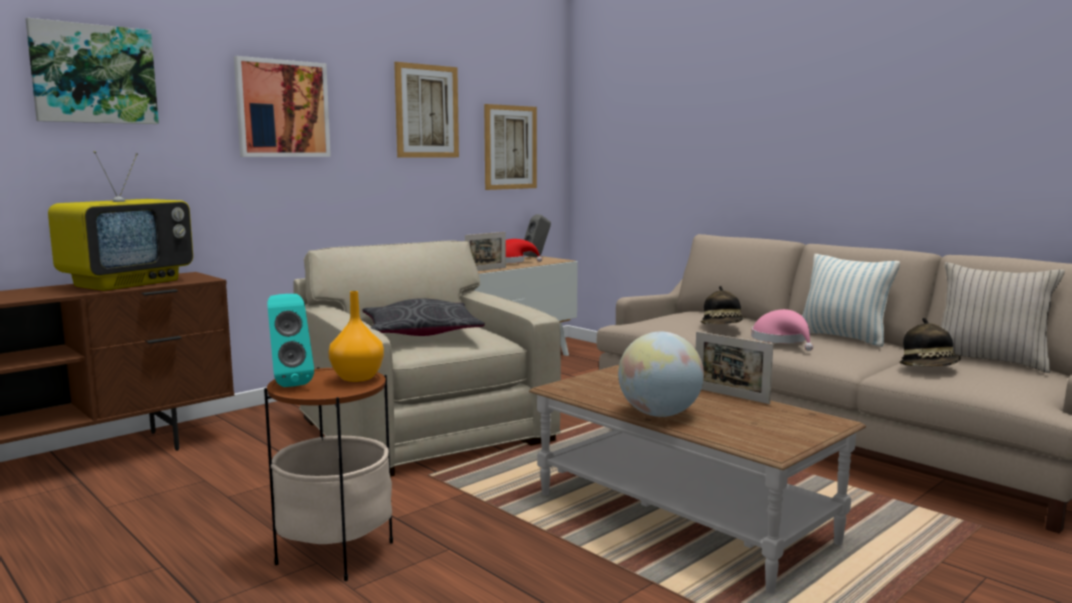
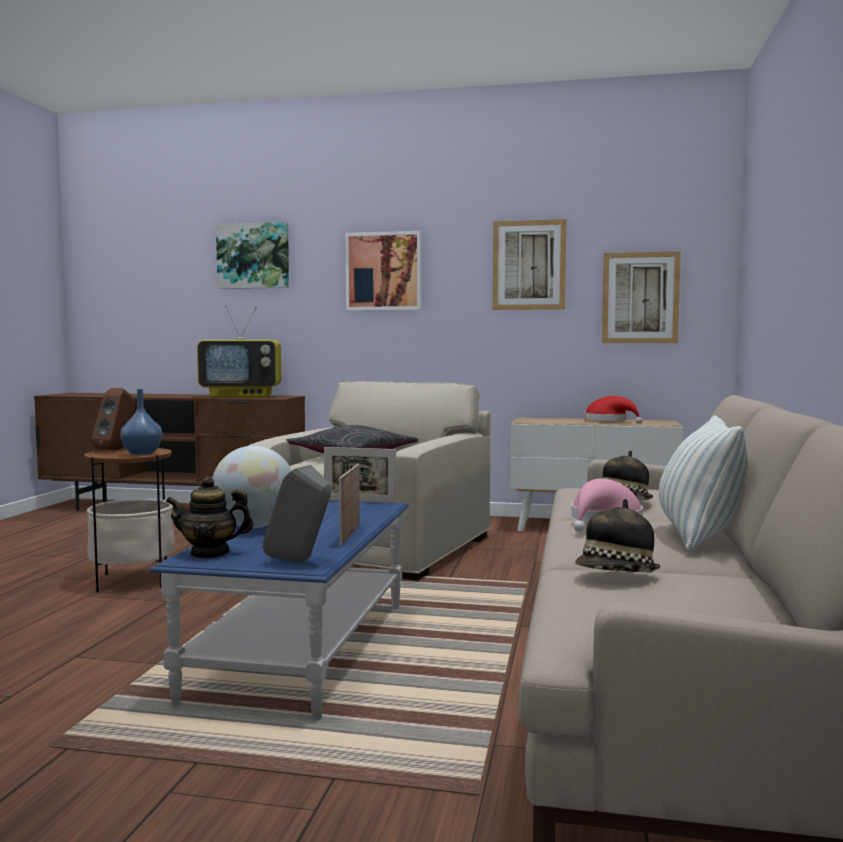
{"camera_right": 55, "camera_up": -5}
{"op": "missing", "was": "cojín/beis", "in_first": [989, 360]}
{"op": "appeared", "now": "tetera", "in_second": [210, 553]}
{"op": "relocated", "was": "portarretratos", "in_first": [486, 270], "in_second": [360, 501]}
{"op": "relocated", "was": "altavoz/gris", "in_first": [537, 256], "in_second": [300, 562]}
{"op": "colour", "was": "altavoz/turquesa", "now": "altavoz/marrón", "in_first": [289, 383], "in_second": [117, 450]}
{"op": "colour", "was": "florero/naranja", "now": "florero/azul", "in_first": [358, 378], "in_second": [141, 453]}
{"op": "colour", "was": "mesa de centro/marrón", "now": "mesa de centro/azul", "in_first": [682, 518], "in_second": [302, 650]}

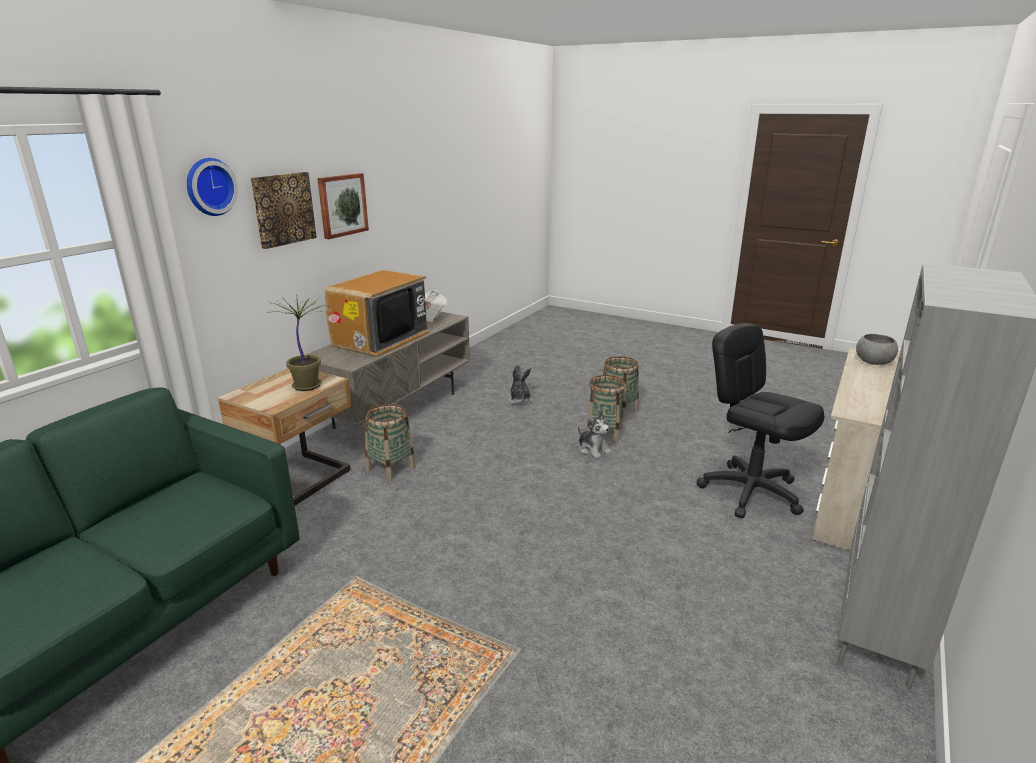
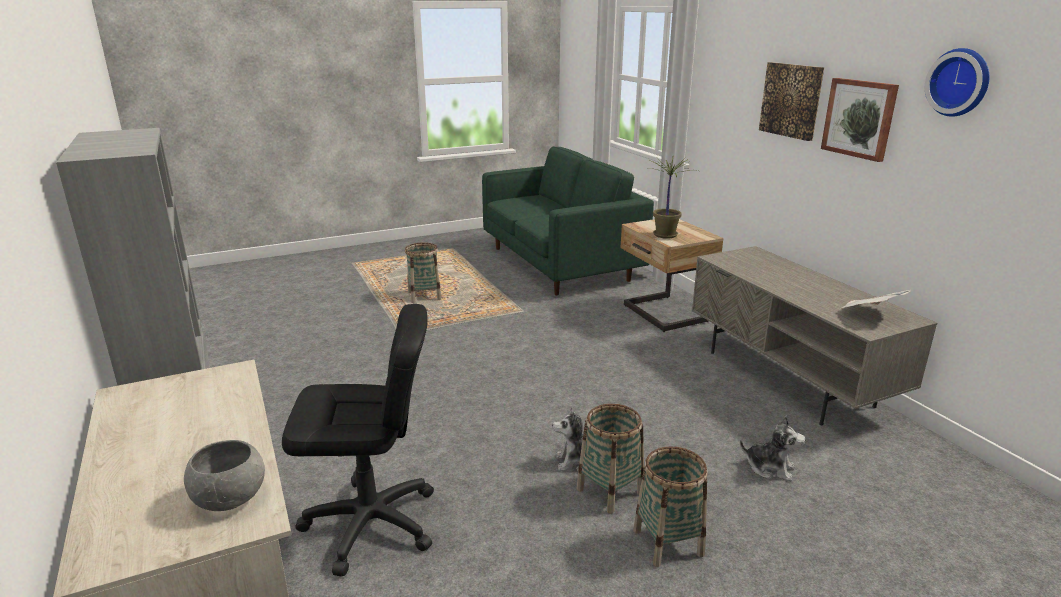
{"camera_right": 125, "camera_up": 0}
{"op": "missing", "was": "televisor", "in_first": [381, 339]}
{"op": "relocated", "was": "reloj de pared", "in_first": [209, 187], "in_second": [960, 82]}
{"op": "relocated", "was": "cesta", "in_first": [390, 468], "in_second": [424, 296]}

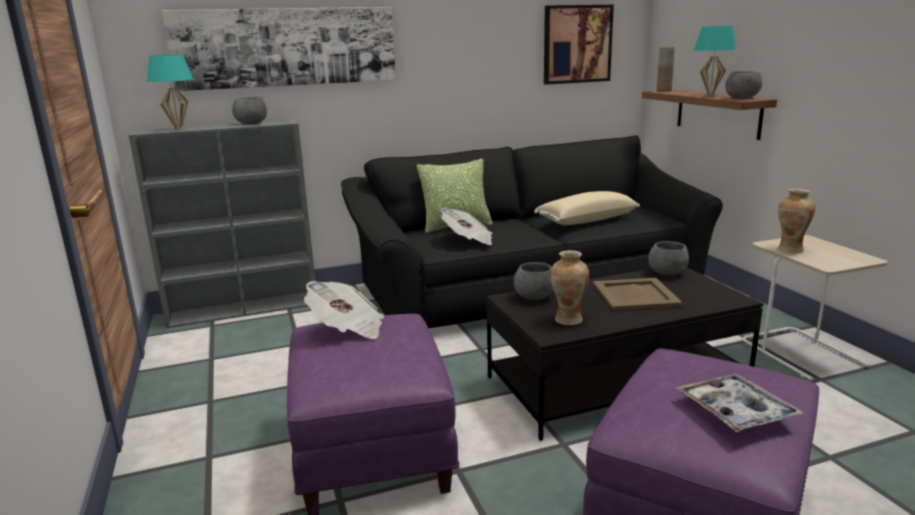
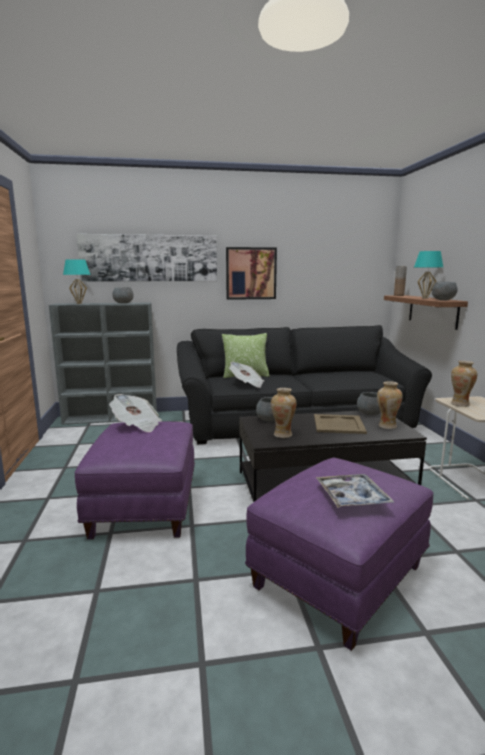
{"camera_right": 10, "camera_up": -5}
{"op": "missing", "was": "cojín/beis", "in_first": [585, 220]}
{"op": "appeared", "now": "florero", "in_second": [386, 426]}
{"op": "relocated", "was": "cuadro", "in_first": [577, 44], "in_second": [251, 273]}

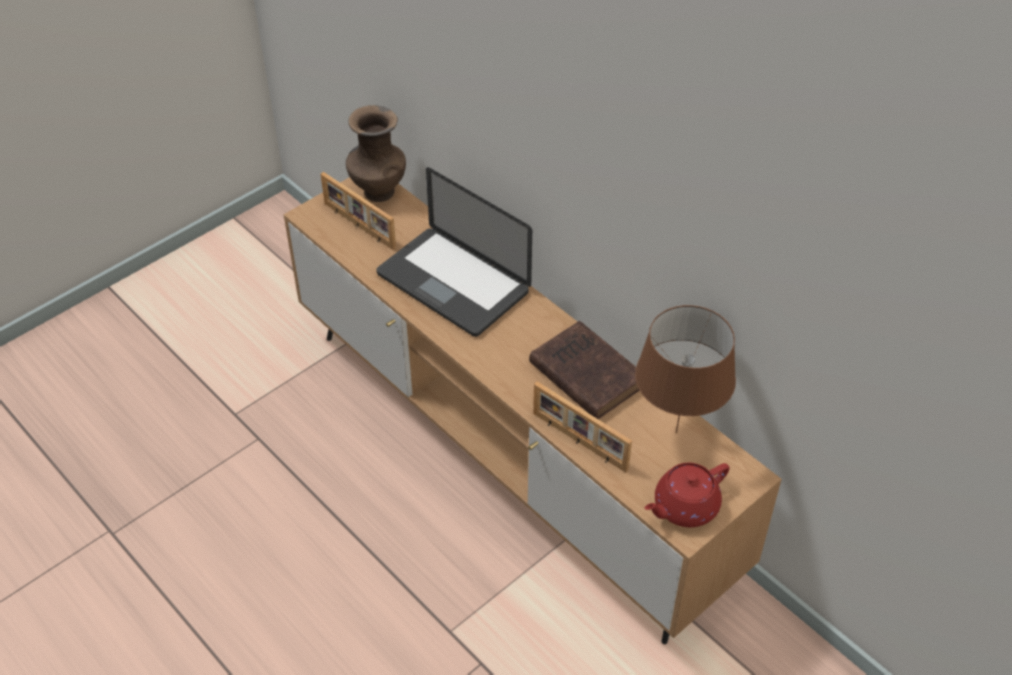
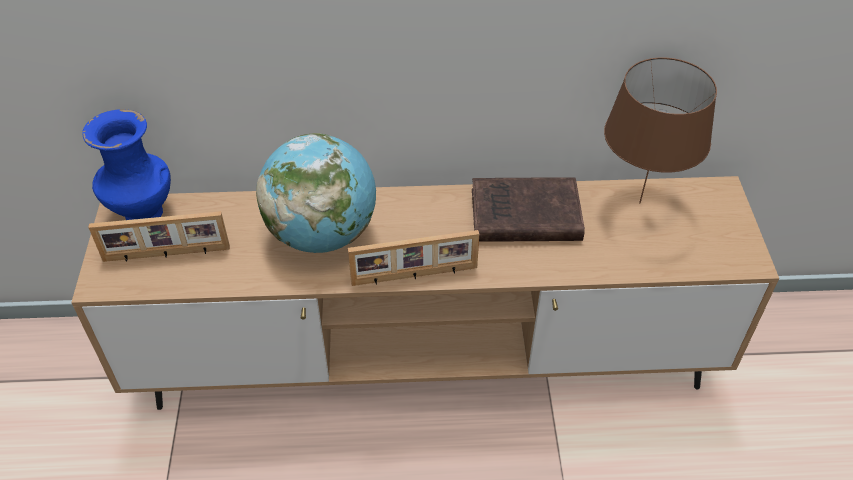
{"camera_right": -50, "camera_up": 0}
{"op": "missing", "was": "tetera/rojo", "in_first": [684, 507]}
{"op": "relocated", "was": "portarretratos", "in_first": [578, 442], "in_second": [414, 276]}
{"op": "exchanged", "was": "portátil", "now": "globo terráqueo", "in_first": [453, 283], "in_second": [322, 234]}
{"op": "colour", "was": "florero/marrón", "now": "florero/azul", "in_first": [378, 191], "in_second": [142, 214]}

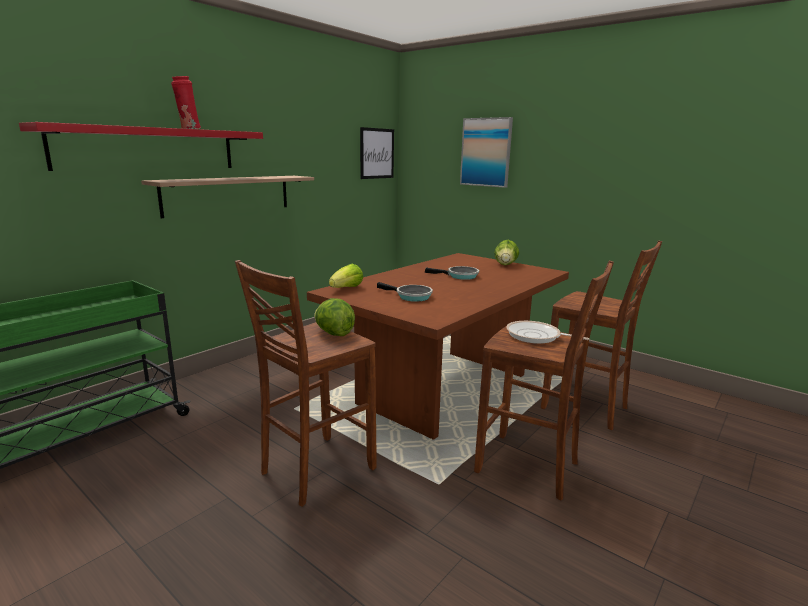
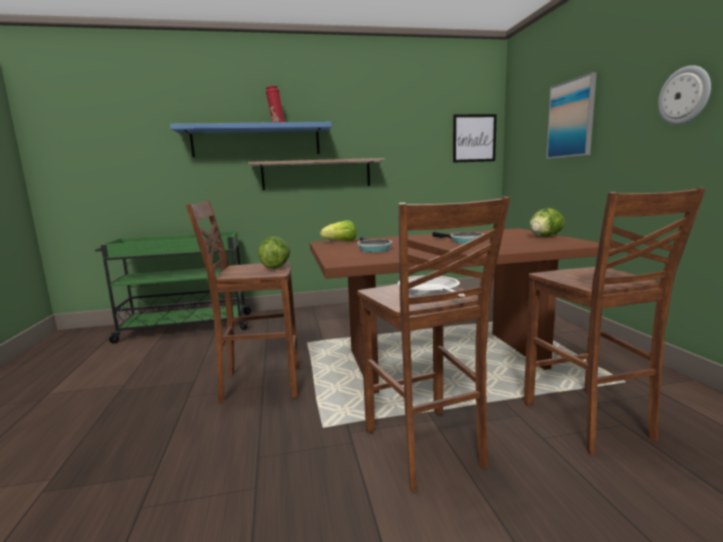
{"camera_right": 40, "camera_up": -5}
{"op": "appeared", "now": "reloj de pared", "in_second": [684, 95]}
{"op": "colour", "was": "estante/rojo", "now": "estante/azul", "in_first": [149, 149], "in_second": [256, 141]}

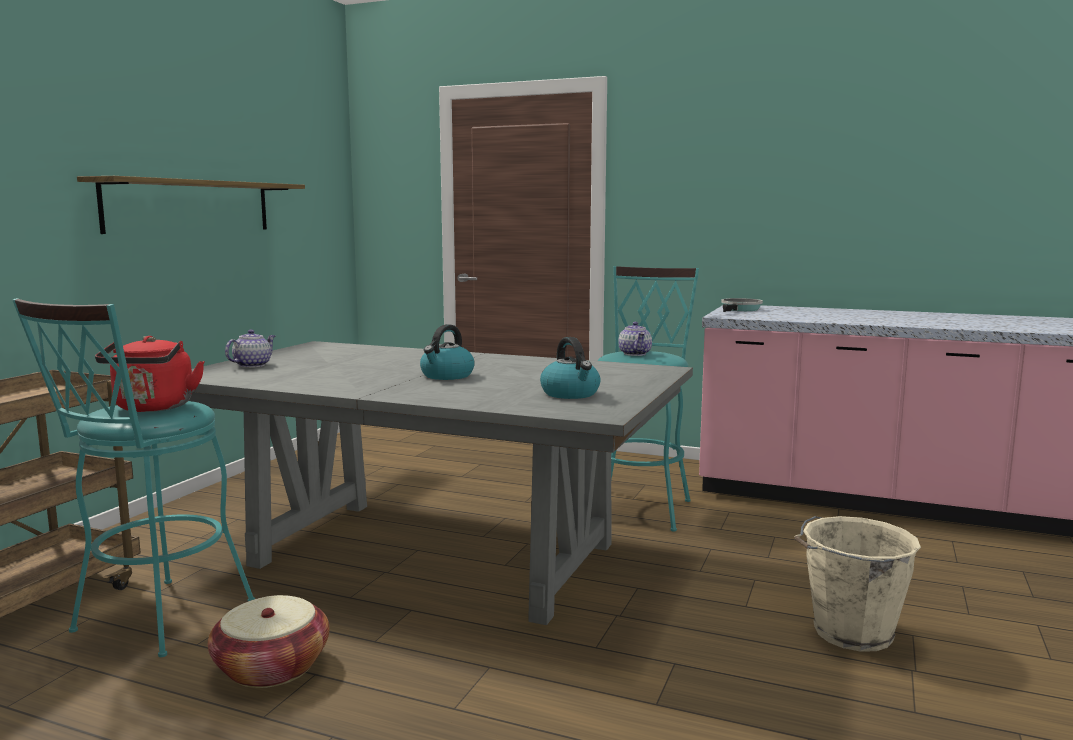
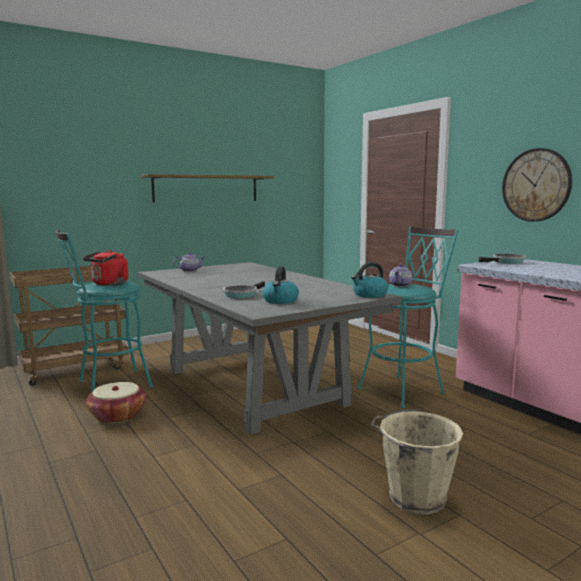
{"camera_right": 35, "camera_up": 0}
{"op": "appeared", "now": "sartén", "in_second": [241, 295]}
{"op": "appeared", "now": "reloj de pared", "in_second": [536, 185]}
{"op": "relocated", "was": "hervidor", "in_first": [447, 376], "in_second": [369, 295]}

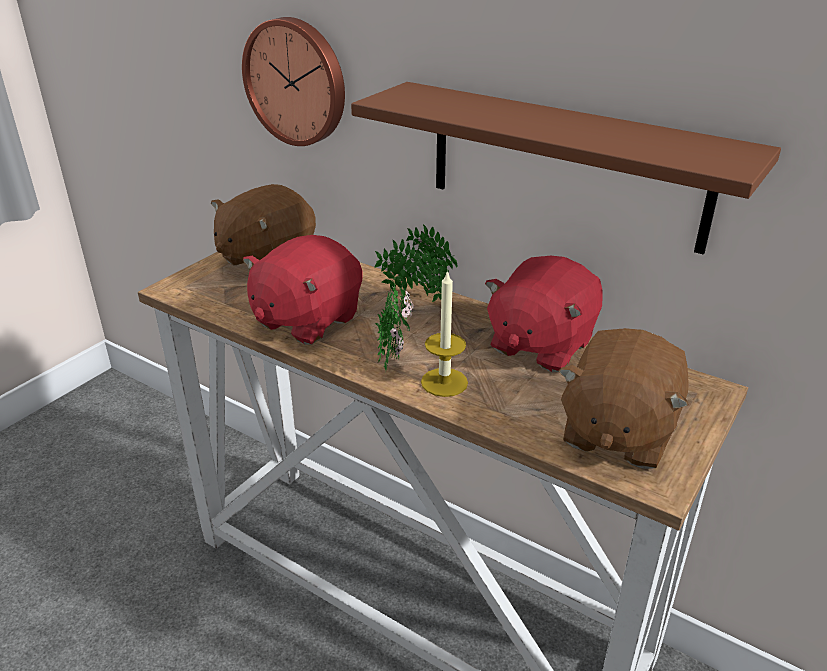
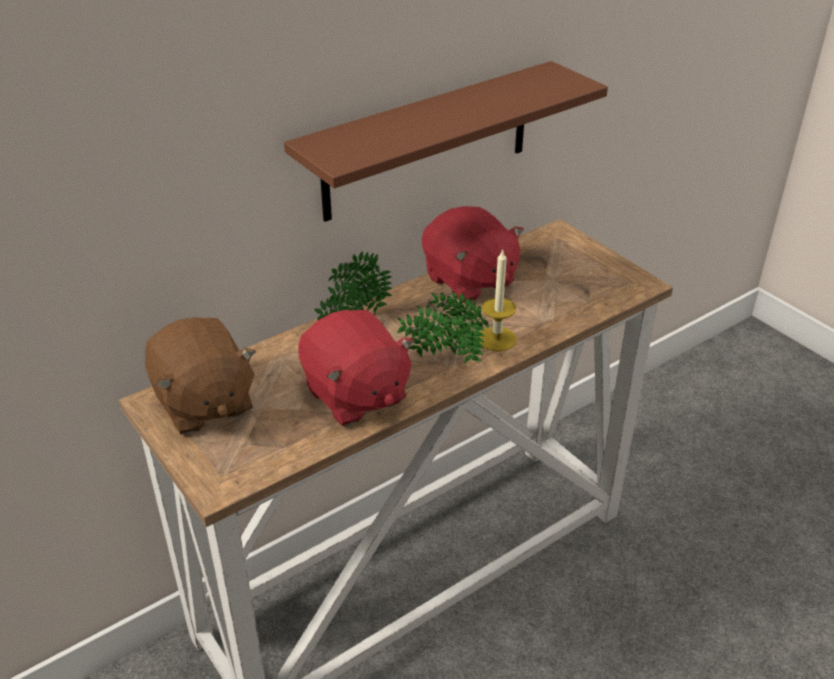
{"camera_right": -70, "camera_up": 5}
{"op": "missing", "was": "reloj de pared", "in_first": [297, 81]}
{"op": "missing", "was": "peluche/marrón", "in_first": [616, 432]}

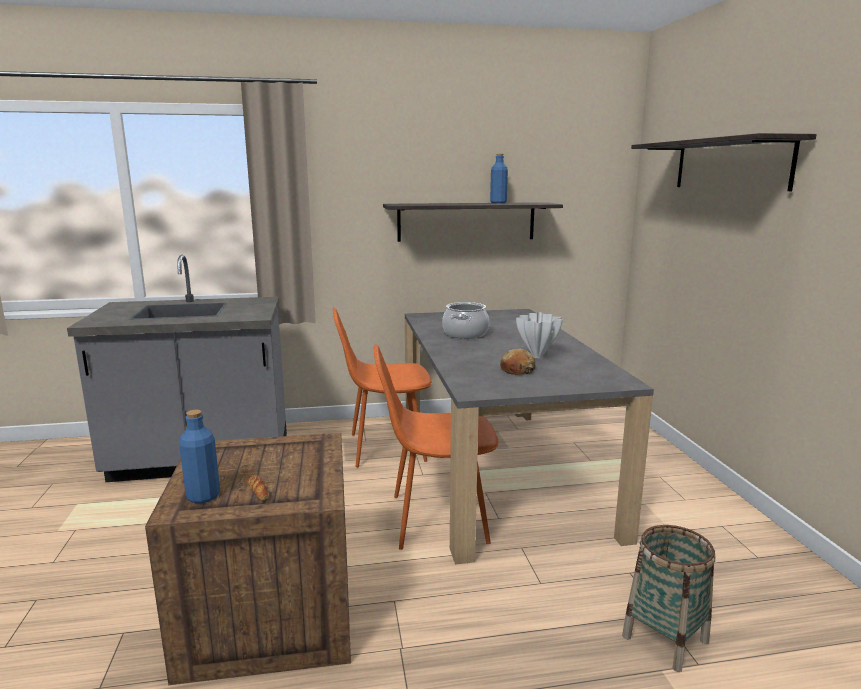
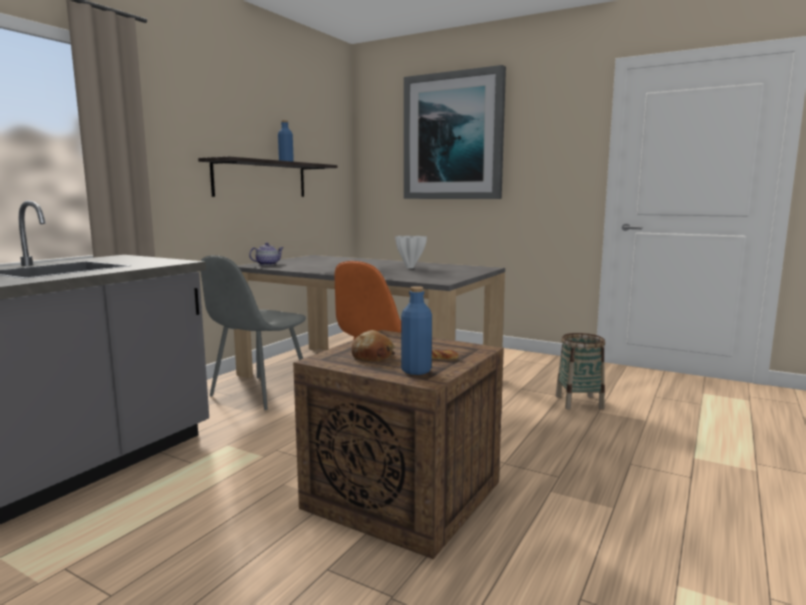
{"camera_right": -50, "camera_up": -5}
{"op": "missing", "was": "olla", "in_first": [465, 334]}
{"op": "appeared", "now": "tetera", "in_second": [267, 264]}
{"op": "relocated", "was": "pan", "in_first": [517, 370], "in_second": [373, 356]}
{"op": "exchanged", "was": "estante", "now": "cuadro", "in_first": [730, 164], "in_second": [453, 137]}
{"op": "colour", "was": "silla/naranja", "now": "silla/gris", "in_first": [384, 447], "in_second": [259, 393]}

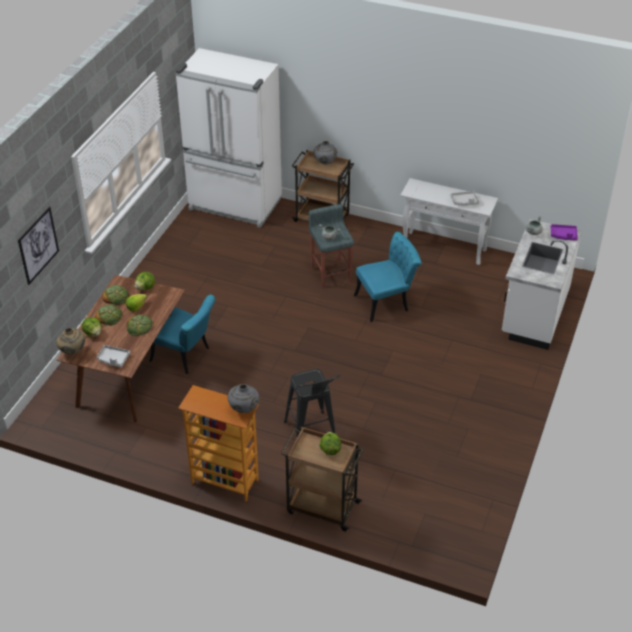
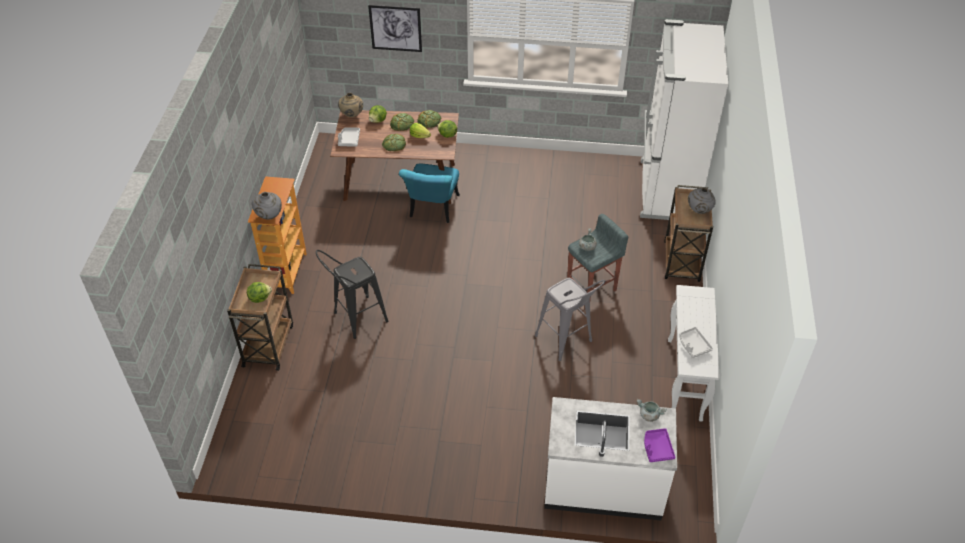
{"camera_right": 75, "camera_up": 5}
{"op": "exchanged", "was": "silla/turquesa", "now": "taburete/gris", "in_first": [387, 302], "in_second": [567, 342]}

